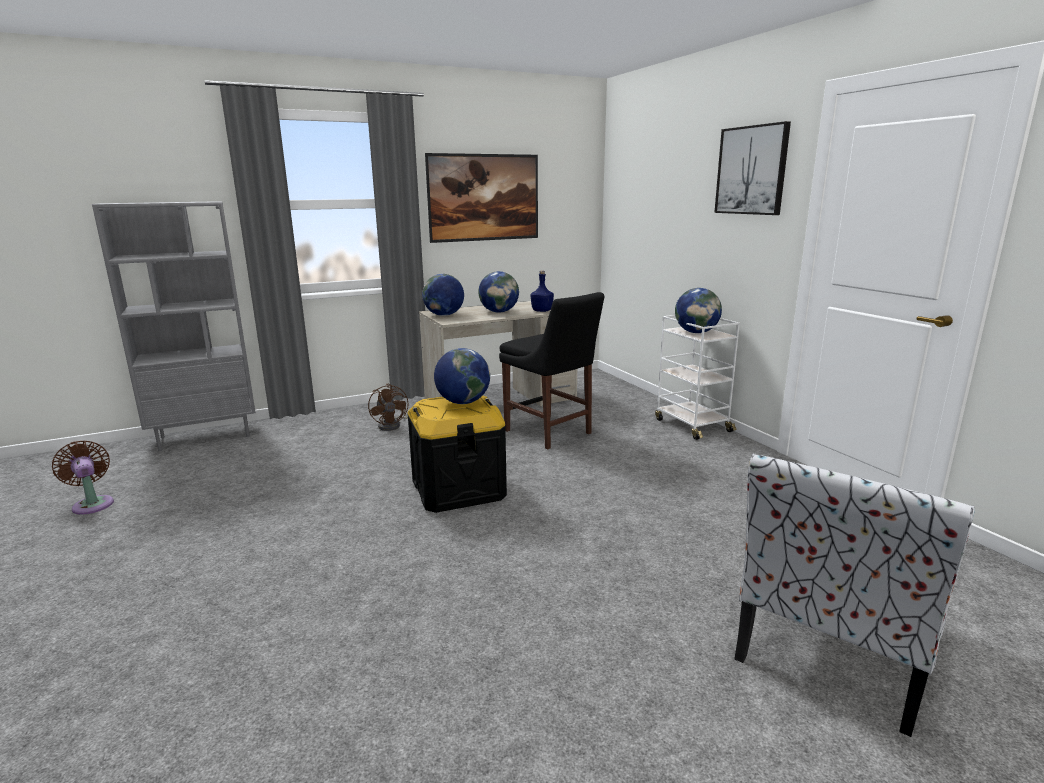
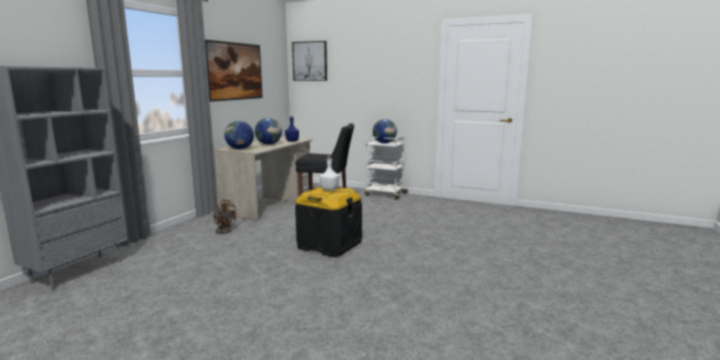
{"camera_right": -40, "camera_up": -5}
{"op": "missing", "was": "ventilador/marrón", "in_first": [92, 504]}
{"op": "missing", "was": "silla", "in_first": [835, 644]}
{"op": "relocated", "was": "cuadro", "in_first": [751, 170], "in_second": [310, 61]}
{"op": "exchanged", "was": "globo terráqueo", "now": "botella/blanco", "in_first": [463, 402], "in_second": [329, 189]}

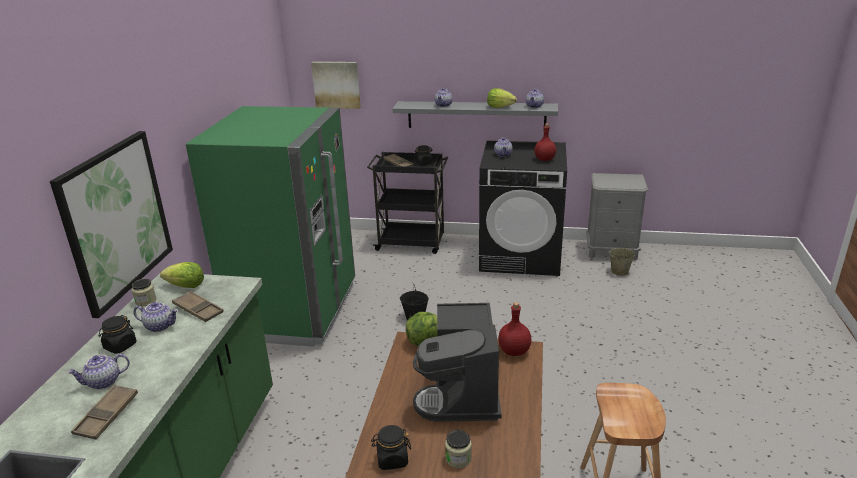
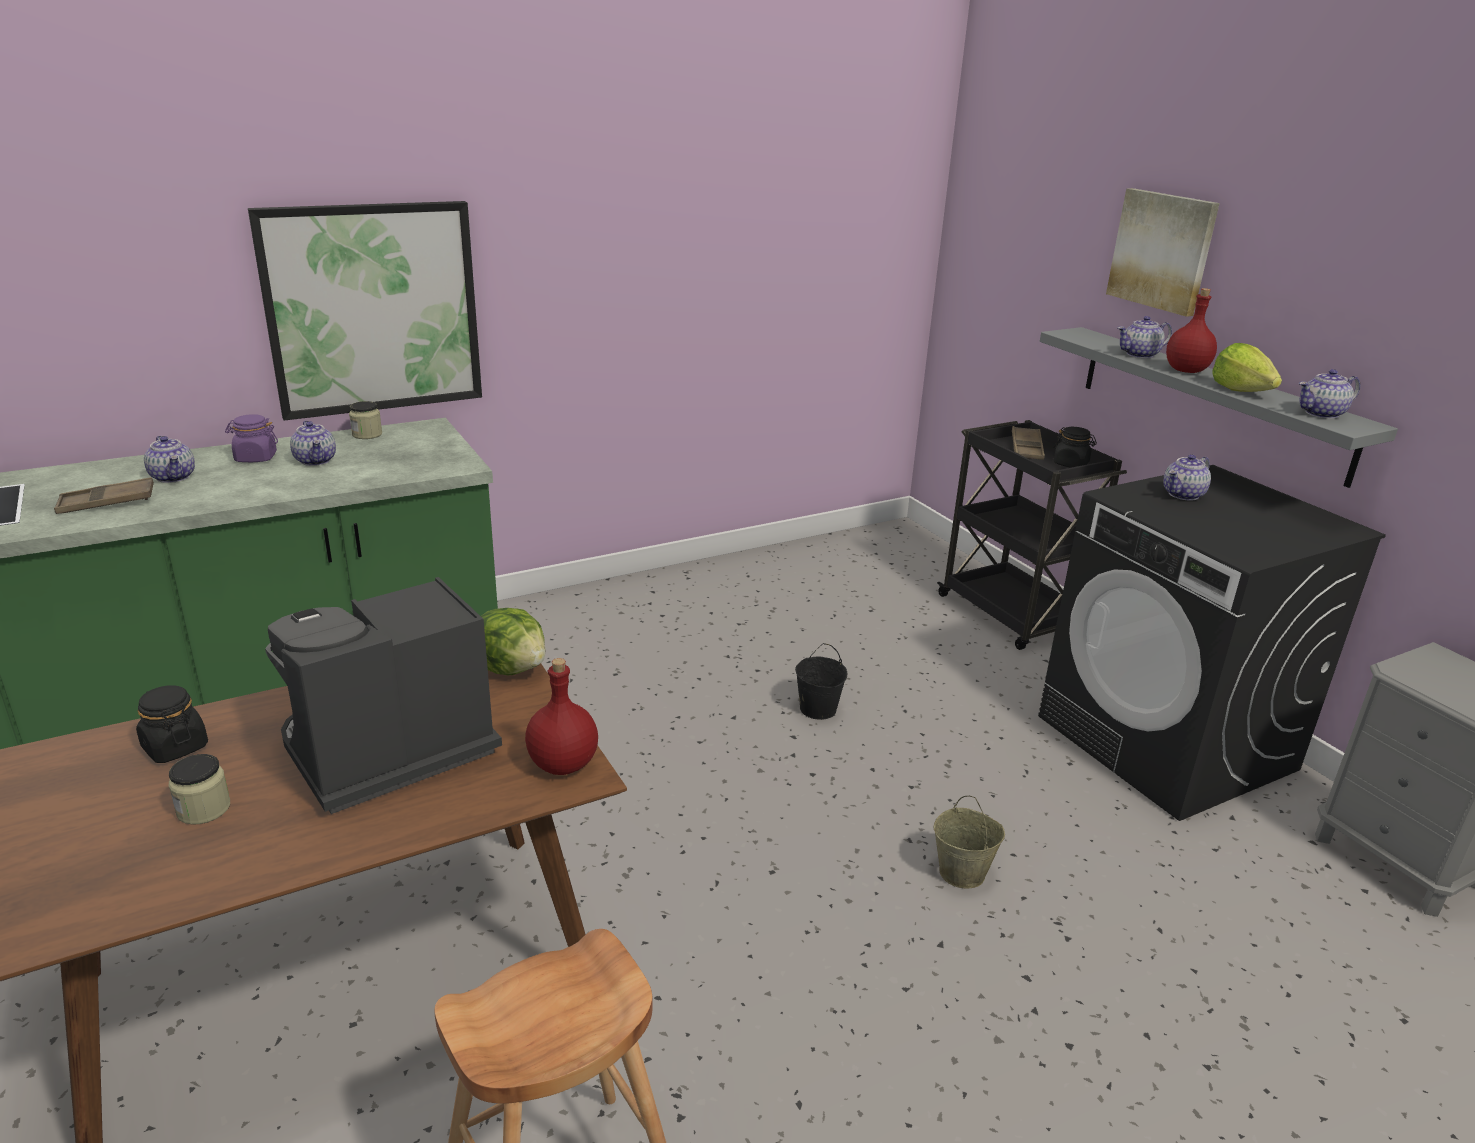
{"camera_right": 50, "camera_up": 0}
{"op": "missing", "was": "lechuga", "in_first": [185, 286]}
{"op": "missing", "was": "bandeja/marrón", "in_first": [198, 310]}
{"op": "missing", "was": "nevera/verde", "in_first": [295, 311]}
{"op": "relocated", "was": "cuadro", "in_first": [336, 84], "in_second": [1162, 251]}
{"op": "relocated", "was": "botella/rojo", "in_first": [545, 159], "in_second": [1187, 371]}
{"op": "relocated", "was": "cubo/beis", "in_first": [620, 271], "in_second": [962, 873]}
{"op": "colour", "was": "tarro/negro", "now": "tarro/morado", "in_first": [120, 346], "in_second": [255, 458]}
{"op": "spun", "was": "tetera", "in_first": [103, 382], "in_second": [174, 477], "clockwise": -150}

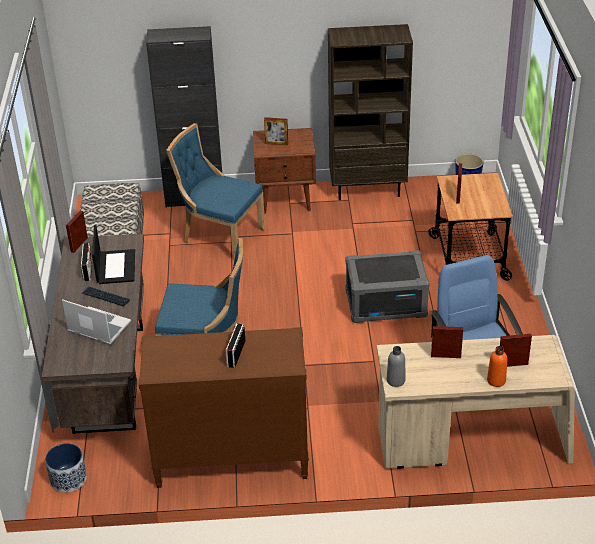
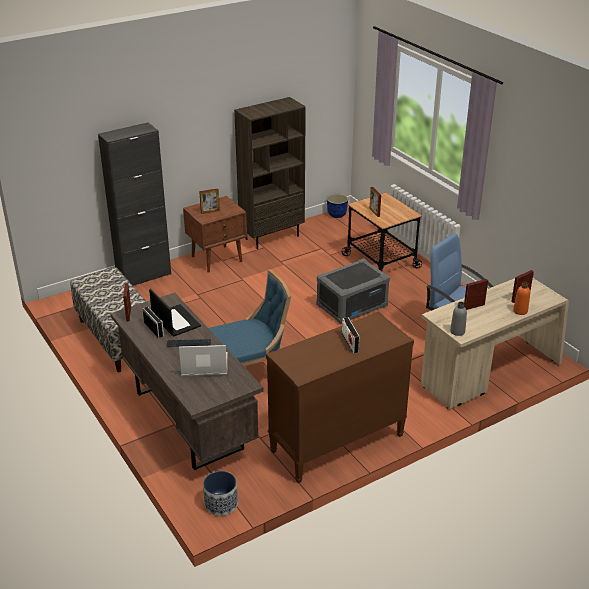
{"camera_right": -30, "camera_up": -5}
{"op": "missing", "was": "silla/azul", "in_first": [220, 237]}

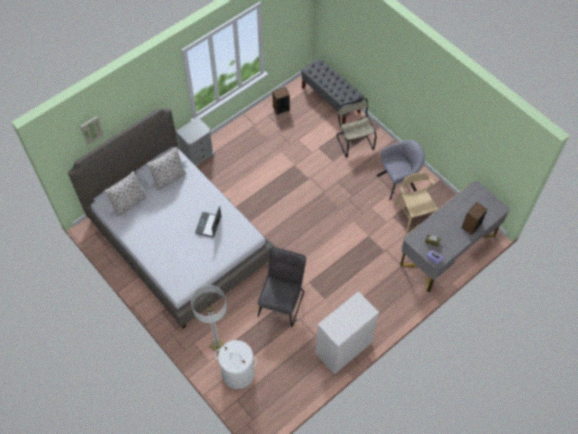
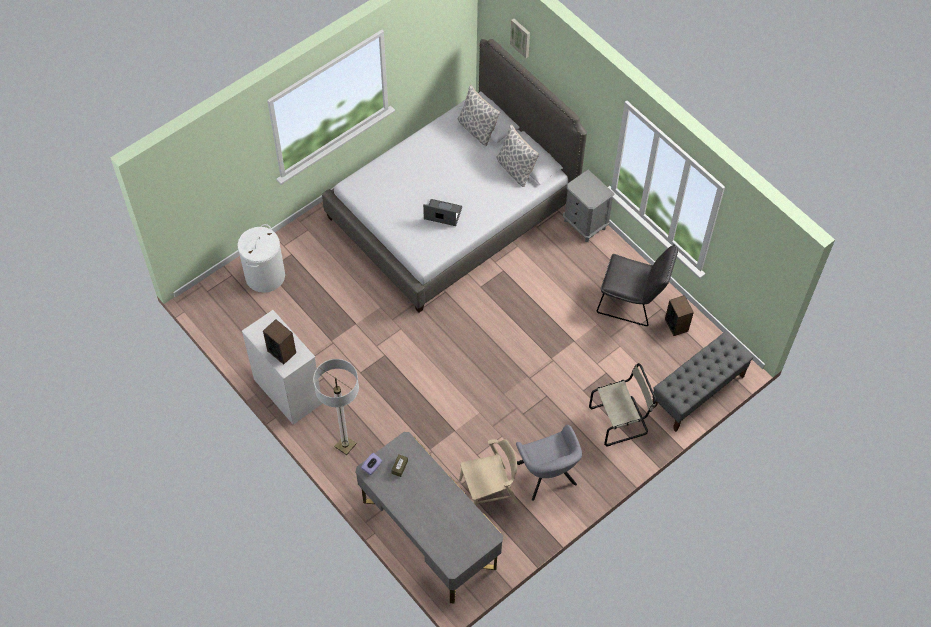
{"camera_right": 90, "camera_up": 0}
{"op": "relocated", "was": "lámpara de pie", "in_first": [217, 345], "in_second": [345, 445]}
{"op": "relocated", "was": "silla/gris", "in_first": [282, 301], "in_second": [632, 302]}
{"op": "relocated", "was": "altavoz", "in_first": [471, 226], "in_second": [281, 351]}

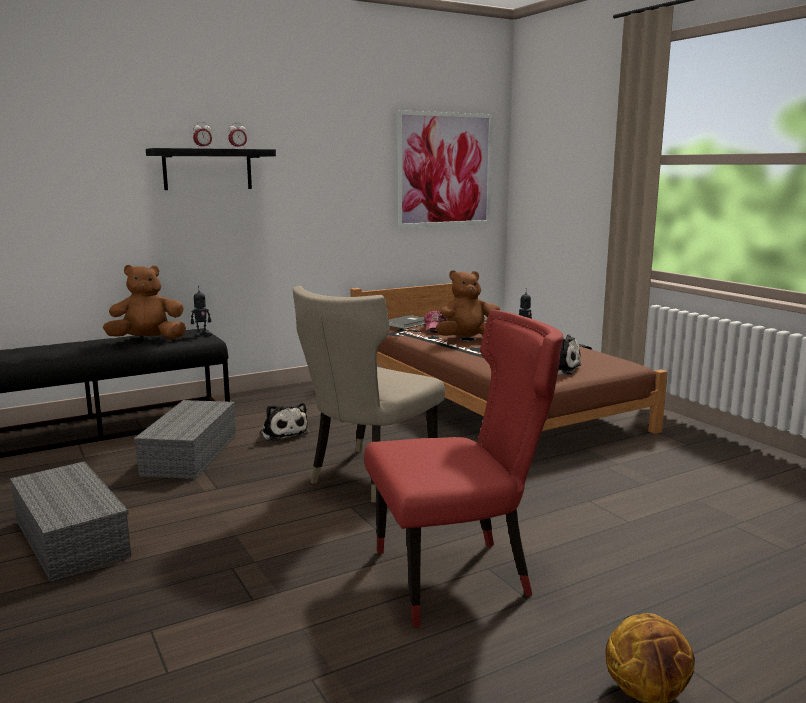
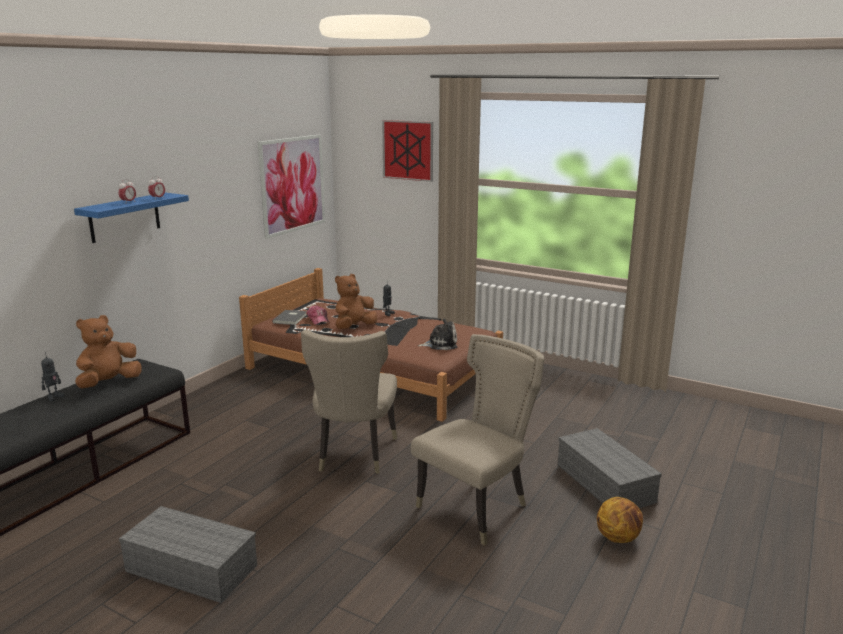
{"camera_right": -30, "camera_up": 5}
{"op": "missing", "was": "peluche", "in_first": [283, 432]}
{"op": "appeared", "now": "cuadro", "in_second": [408, 150]}
{"op": "relocated", "was": "caja de almacenaje/gris", "in_first": [191, 455], "in_second": [606, 483]}
{"op": "relocated", "was": "robot de juguete", "in_first": [202, 335], "in_second": [54, 397]}
{"op": "colour", "was": "estante/negro", "now": "estante/azul", "in_first": [207, 169], "in_second": [124, 217]}
{"op": "colour", "was": "silla/rojo", "now": "silla/beis", "in_first": [459, 576], "in_second": [478, 507]}

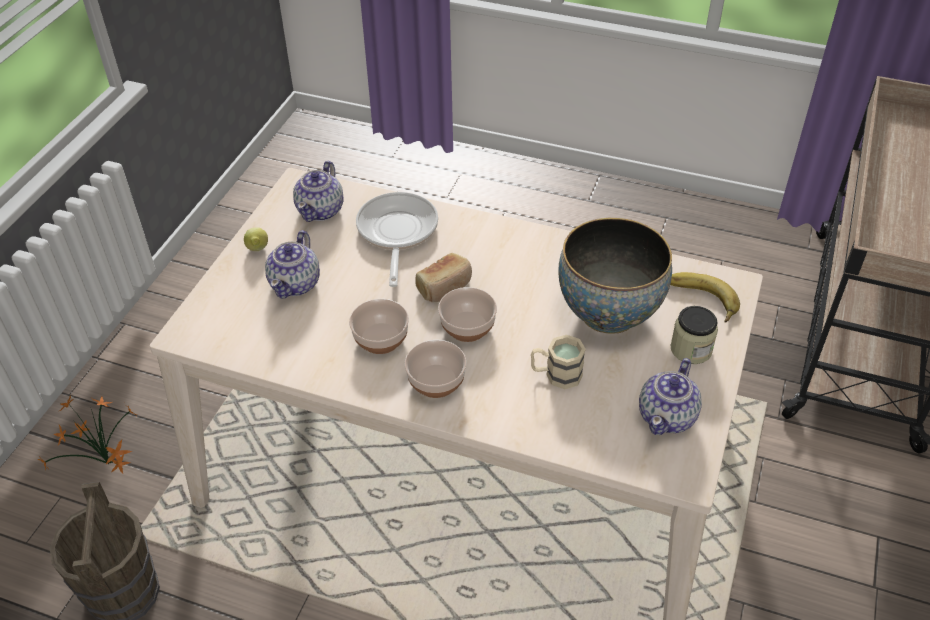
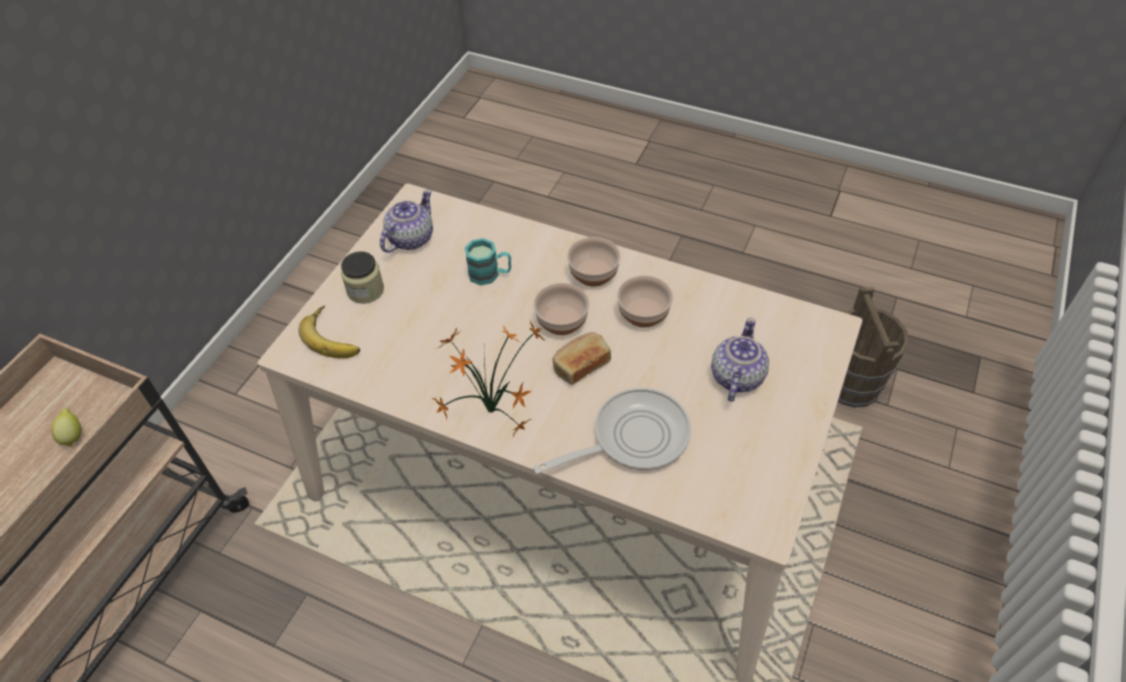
{"camera_right": -175, "camera_up": 5}
{"op": "missing", "was": "tetera", "in_first": [321, 210]}
{"op": "missing", "was": "cuenco", "in_first": [608, 313]}
{"op": "relocated", "was": "planta en maceta", "in_first": [109, 466], "in_second": [489, 410]}
{"op": "relocated", "was": "limón", "in_first": [258, 250], "in_second": [73, 435]}
{"op": "colour", "was": "taza grande/beis", "now": "taza grande/turquesa", "in_first": [556, 375], "in_second": [490, 274]}
{"op": "spun", "was": "sartén", "in_first": [396, 233], "in_second": [632, 437], "clockwise": -120}

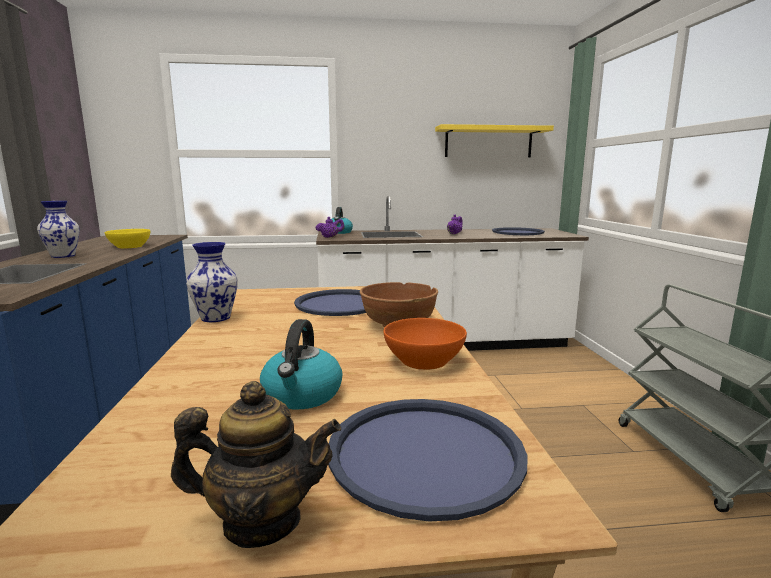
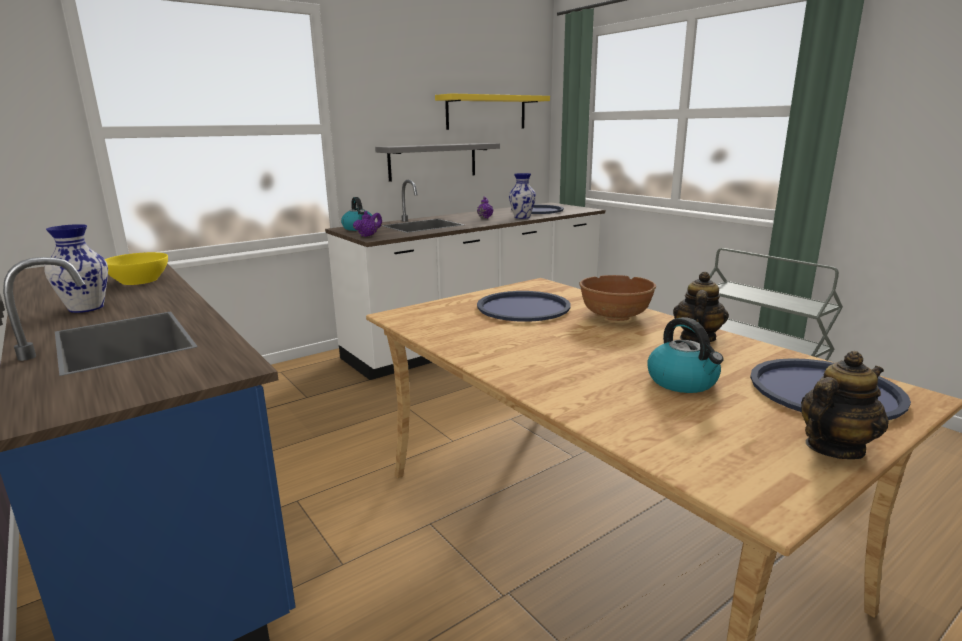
{"camera_right": -30, "camera_up": 5}
{"op": "appeared", "now": "estante/gris", "in_second": [433, 161]}
{"op": "relocated", "was": "florero", "in_first": [216, 318], "in_second": [522, 217]}
{"op": "exchanged", "was": "cuenco/naranja", "now": "tetera", "in_first": [423, 360], "in_second": [696, 338]}

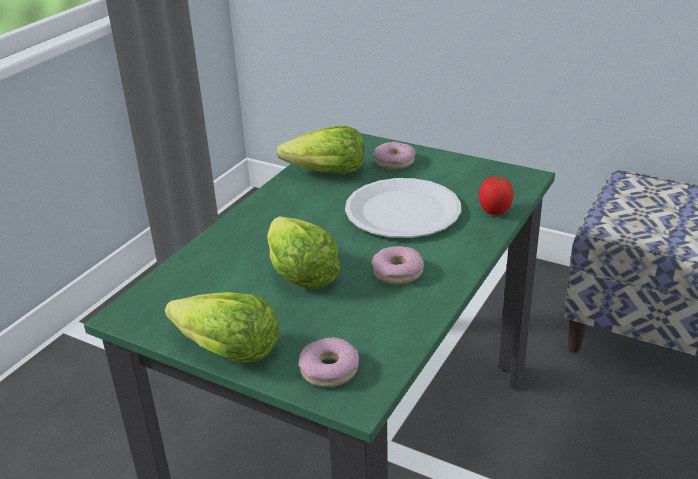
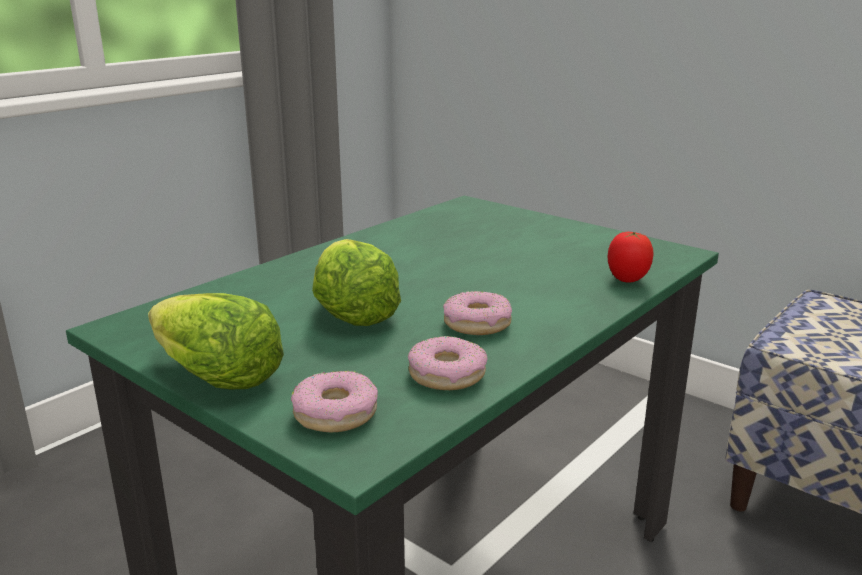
{"camera_right": 10, "camera_up": -10}
{"op": "missing", "was": "lechuga", "in_first": [326, 173]}
{"op": "missing", "was": "plato/blanco", "in_first": [402, 211]}
{"op": "relocated", "was": "rosquilla", "in_first": [394, 161], "in_second": [447, 374]}

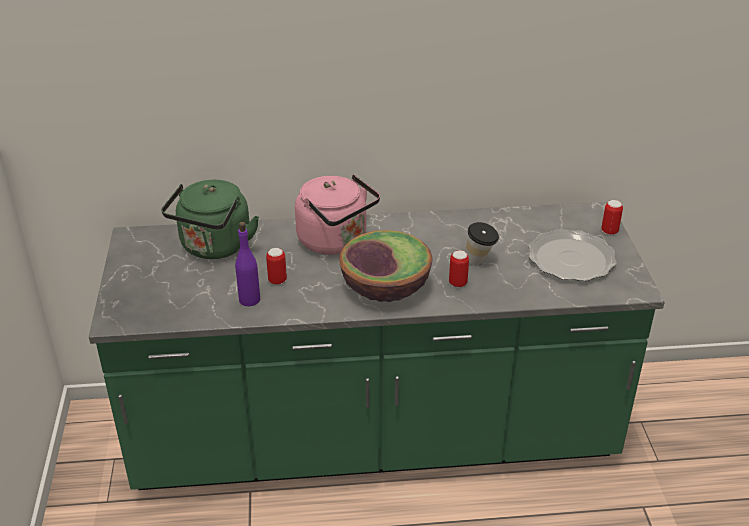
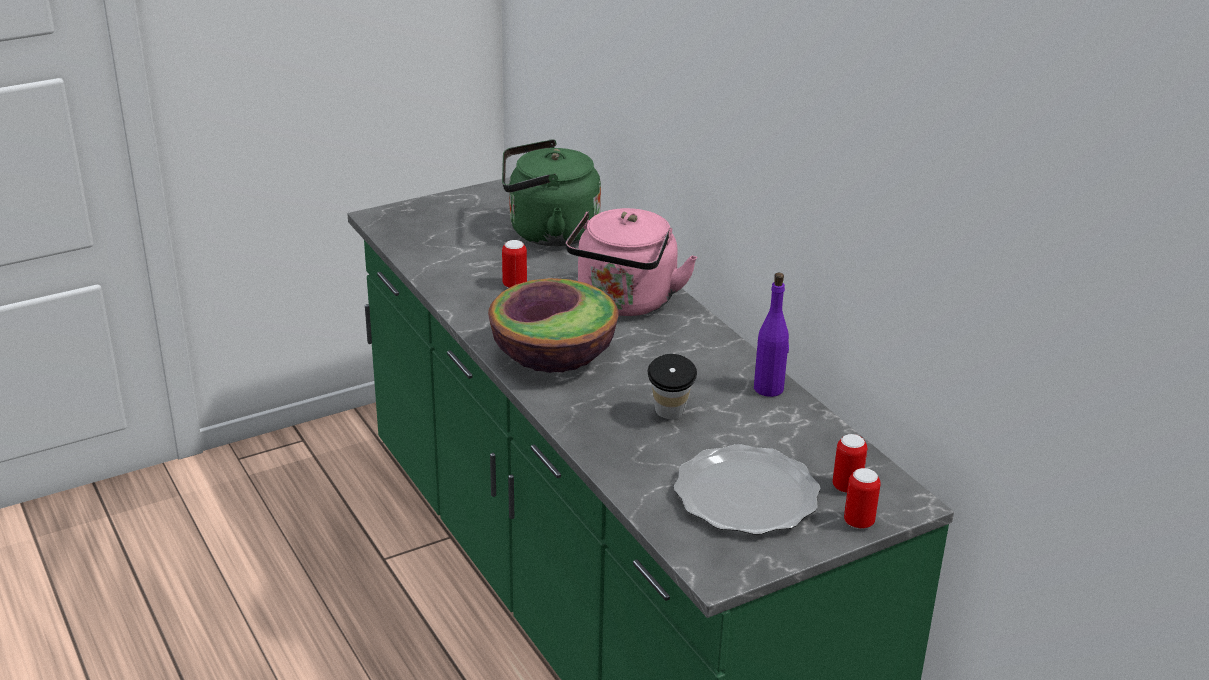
{"camera_right": 65, "camera_up": -5}
{"op": "relocated", "was": "botella/morado", "in_first": [249, 299], "in_second": [769, 388]}
{"op": "relocated", "was": "lata", "in_first": [458, 283], "in_second": [846, 487]}

